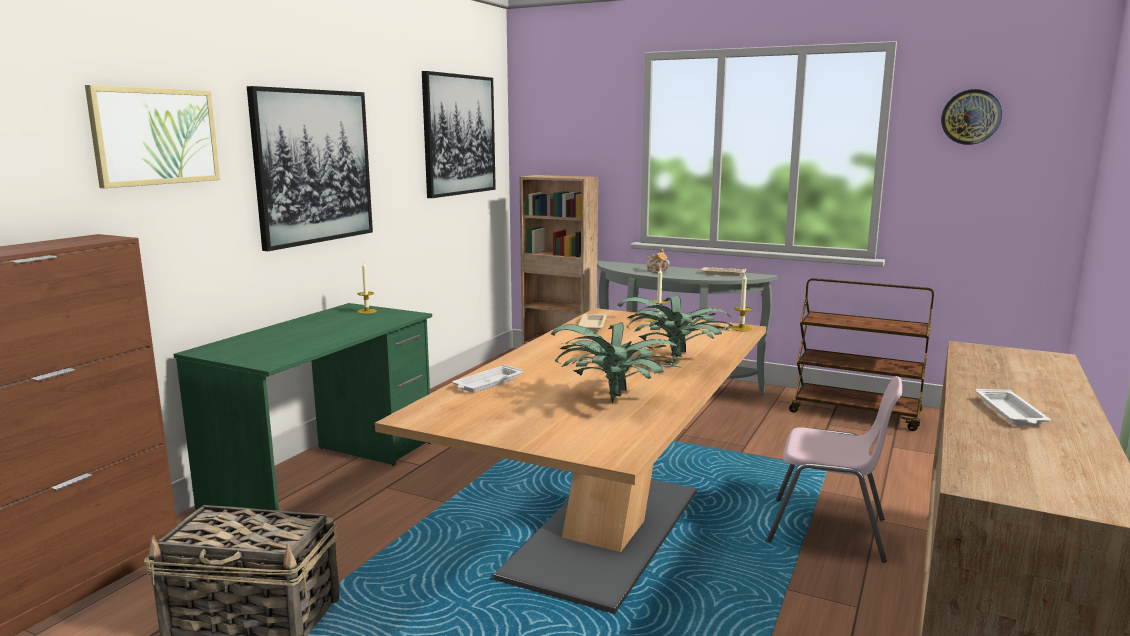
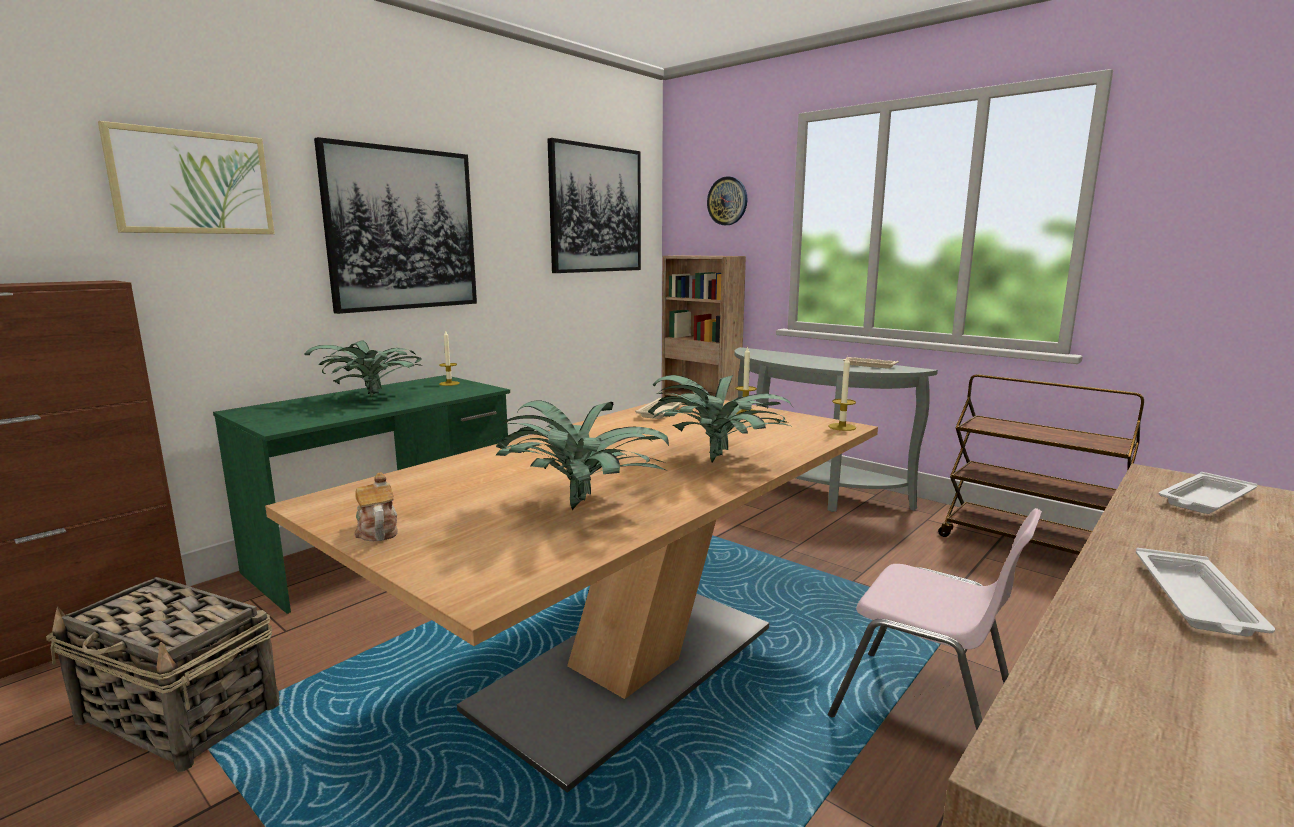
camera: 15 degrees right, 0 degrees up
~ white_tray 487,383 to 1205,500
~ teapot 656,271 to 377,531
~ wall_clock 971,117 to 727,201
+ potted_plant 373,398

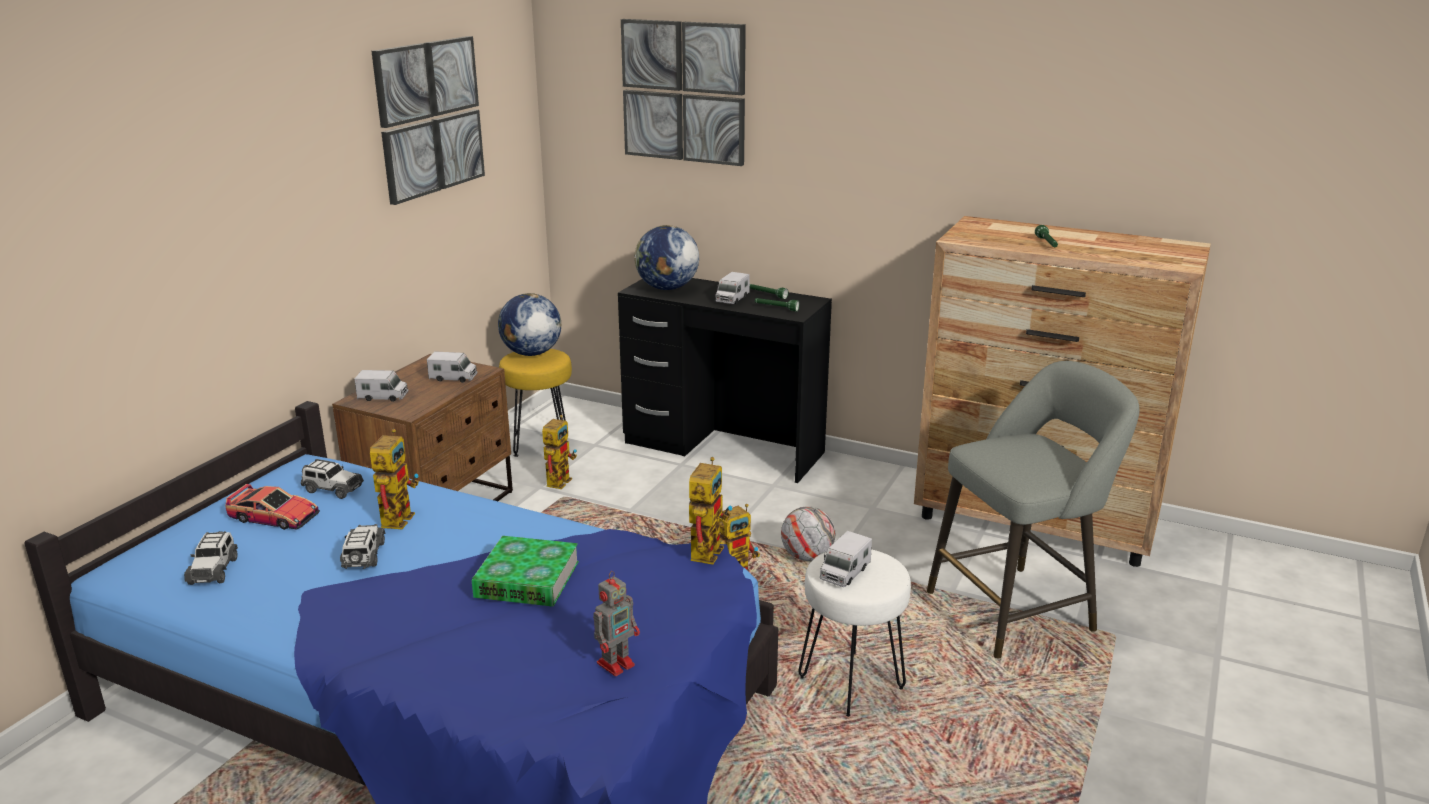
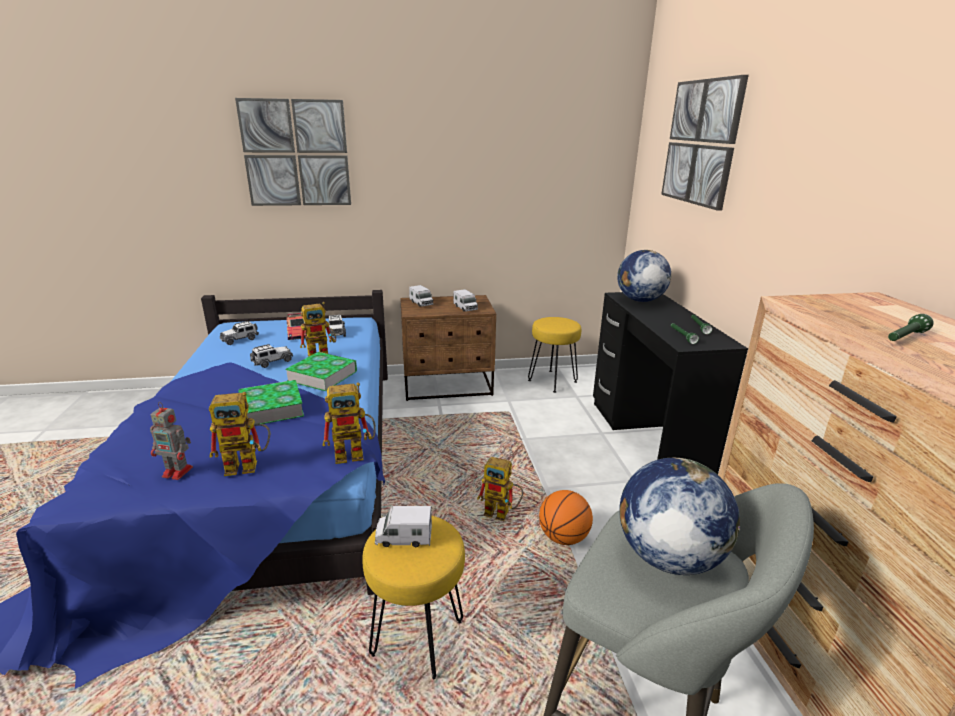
camera: 55 degrees right, 0 degrees up
~ picture 429,117 to 296,153
~ globe 531,353 to 667,556
~ toy_robot 559,479 to 249,465
- toy_truck 732,299
~ football 807,556 to basketball 563,537
~ white_stool 852,684 to yellow_stool 418,640
+ book 322,376

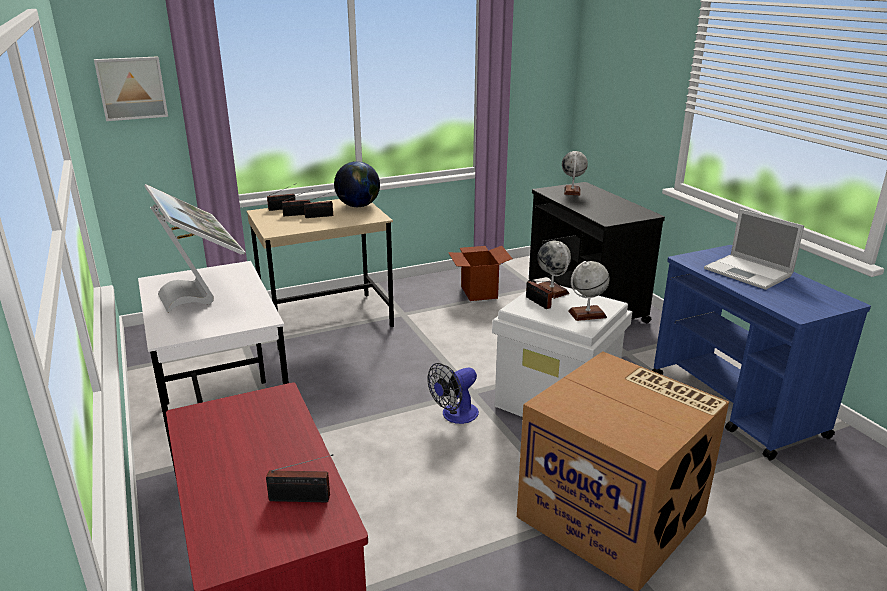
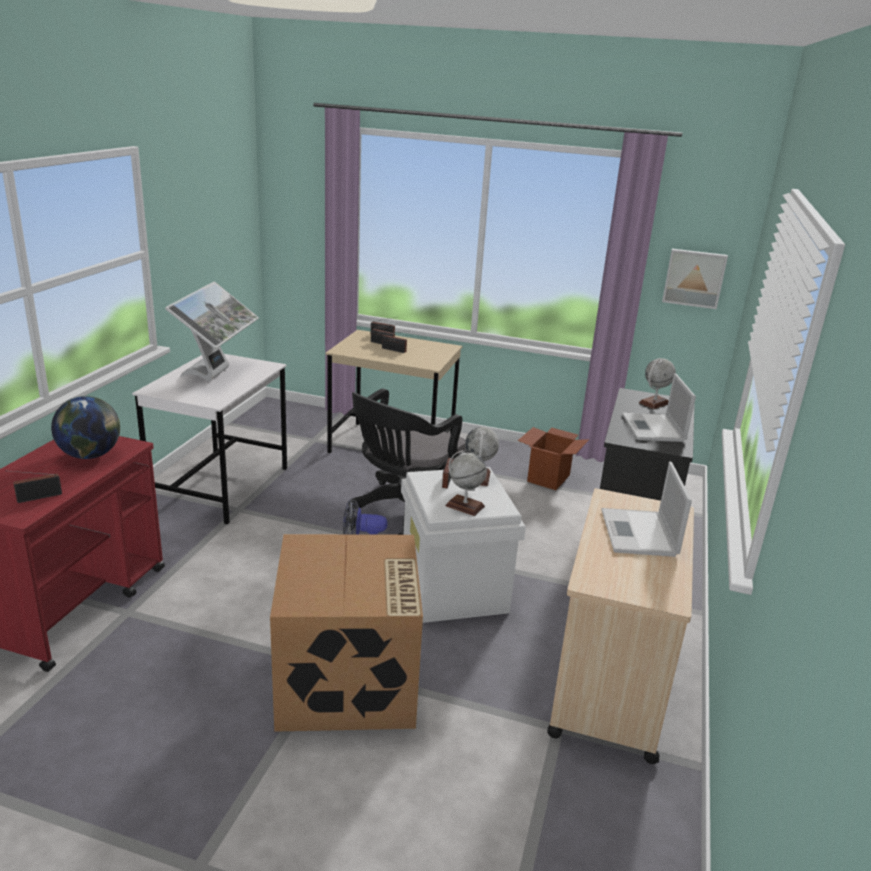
camera: 40 degrees right, 0 degrees up
~ picture 132,88 to 694,278
~ radio 303,499 = 36,497 105 degrees clockwise
~ globe 358,206 to 90,455
~ blue_cart 736,406 to beige_cart 610,683
+ black_office_chair 404,512
+ laptop 653,428

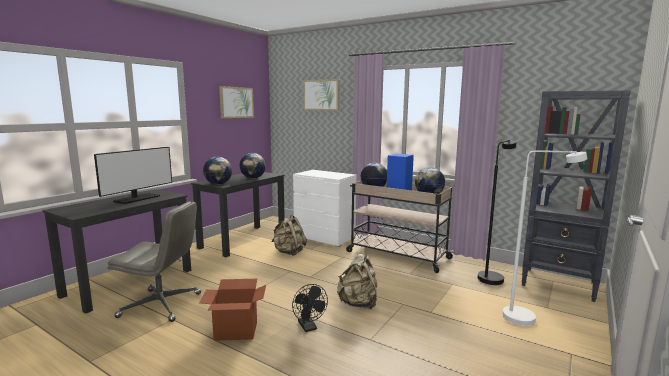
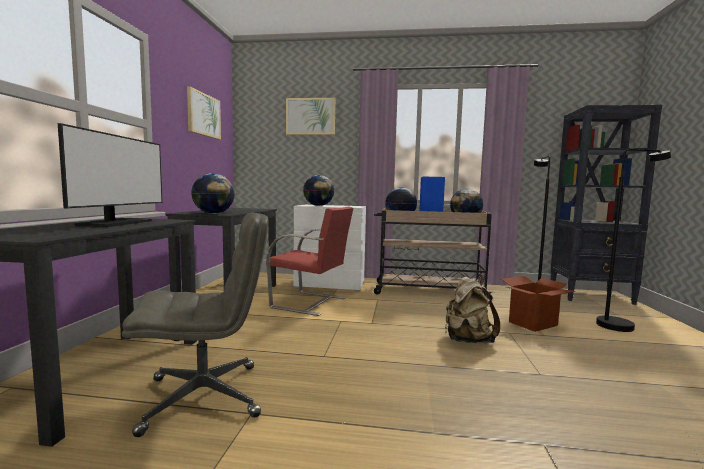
camera: 25 degrees left, 5 degrees down
~ cardboard_box 235,331 to 533,324
~ globe 253,178 to 318,206
~ beige_backpack 289,252 to red_chair 310,303
- black_fan 309,327
~ white_floor_lamp 527,318 to black_floor_lamp 621,325

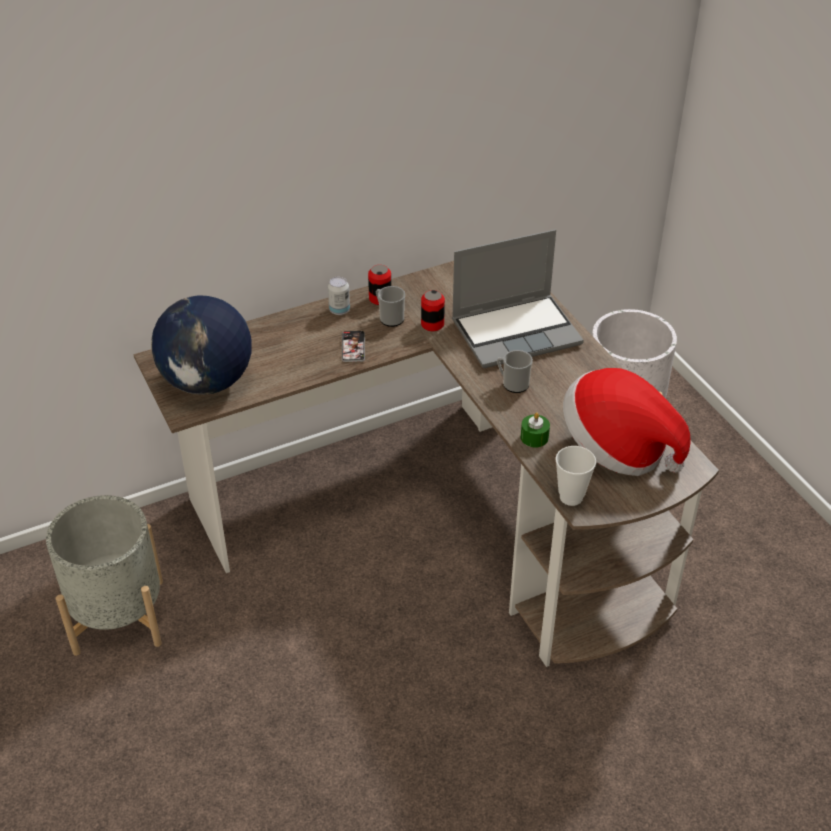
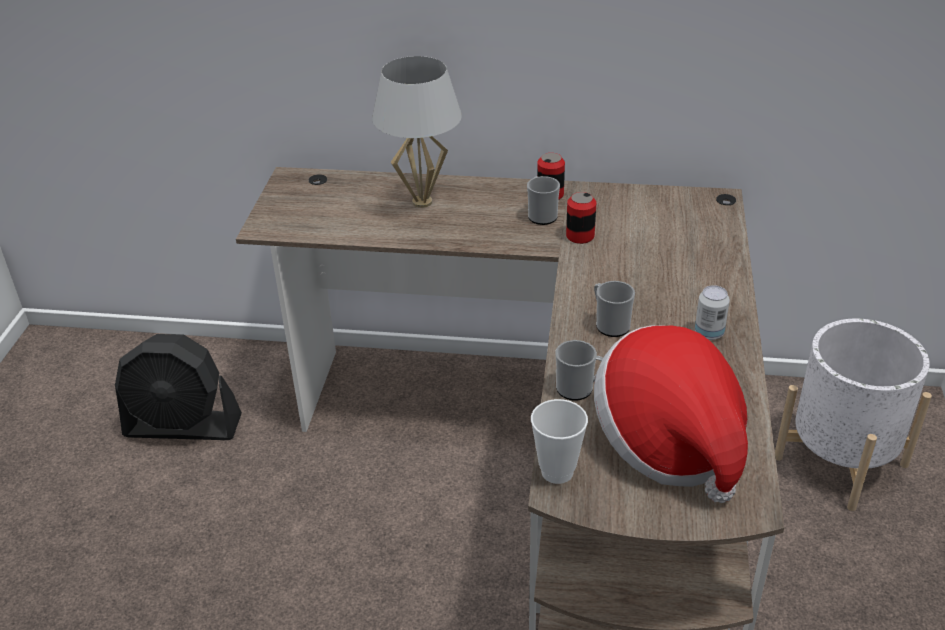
camera: 35 degrees right, 5 degrees down
~ grey_planter 119,616 to black_fan 183,426
- globe 208,382
~ can 339,310 to 709,333
- phone 353,347
- laptop 517,331
~ green_candle 534,437 to mug 579,389
+ white_table_lamp 422,202

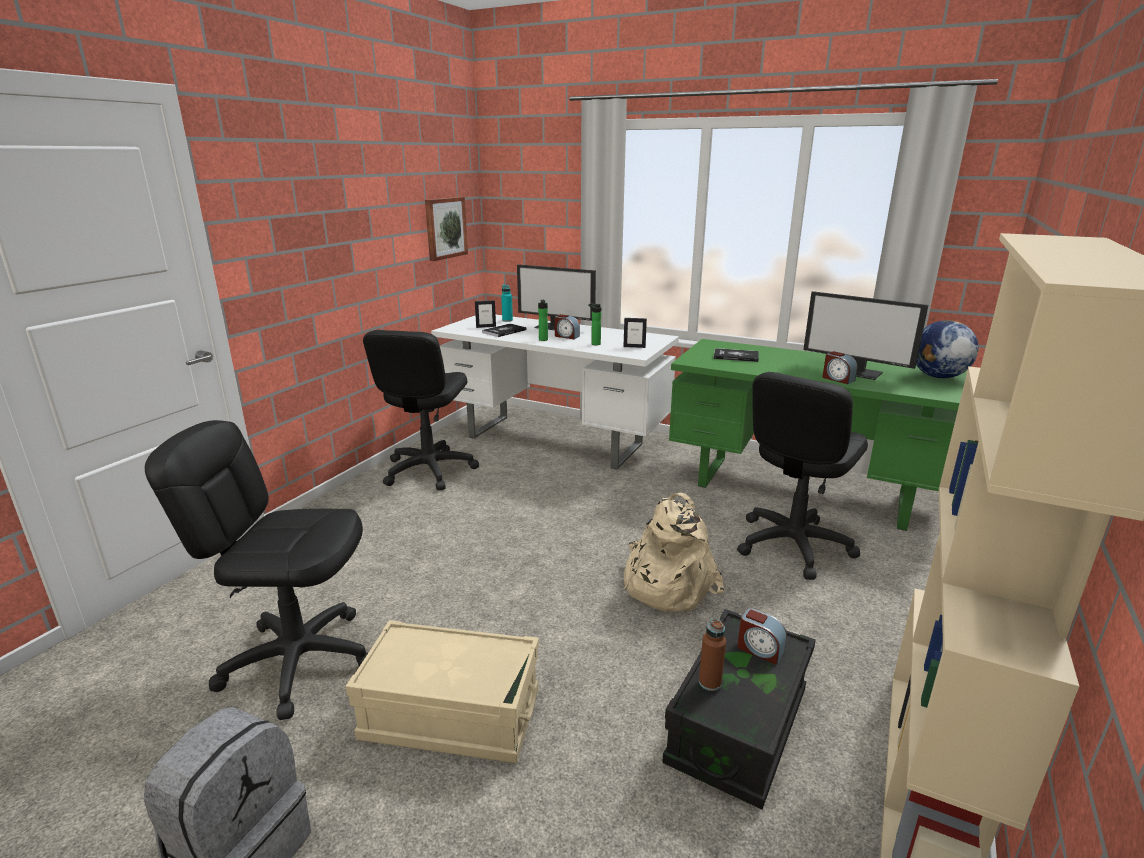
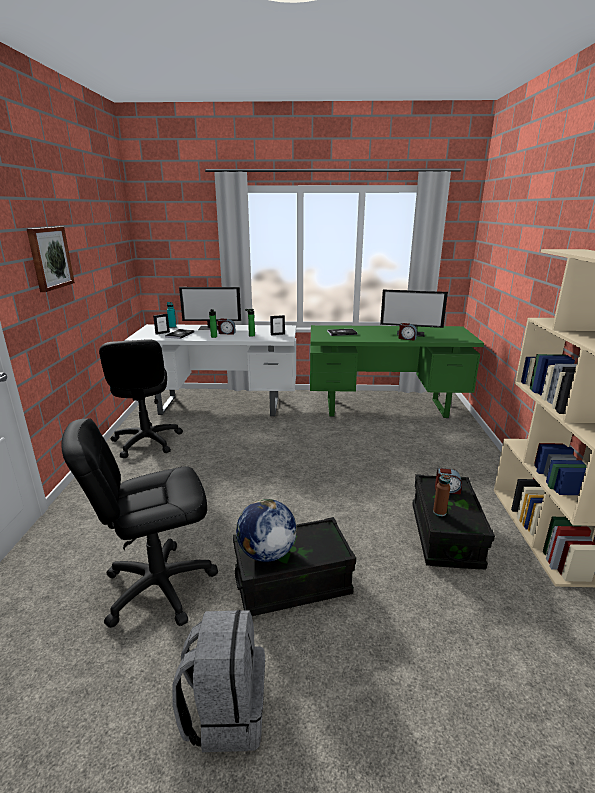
camera: 25 degrees left, 0 degrees up
~ beige_storage_box 451,716 to black_storage_box 292,583
~ picture 445,228 to 49,258
- beige_backpack 665,584
- black_office_chair 792,545
~ globe 937,376 to 266,553

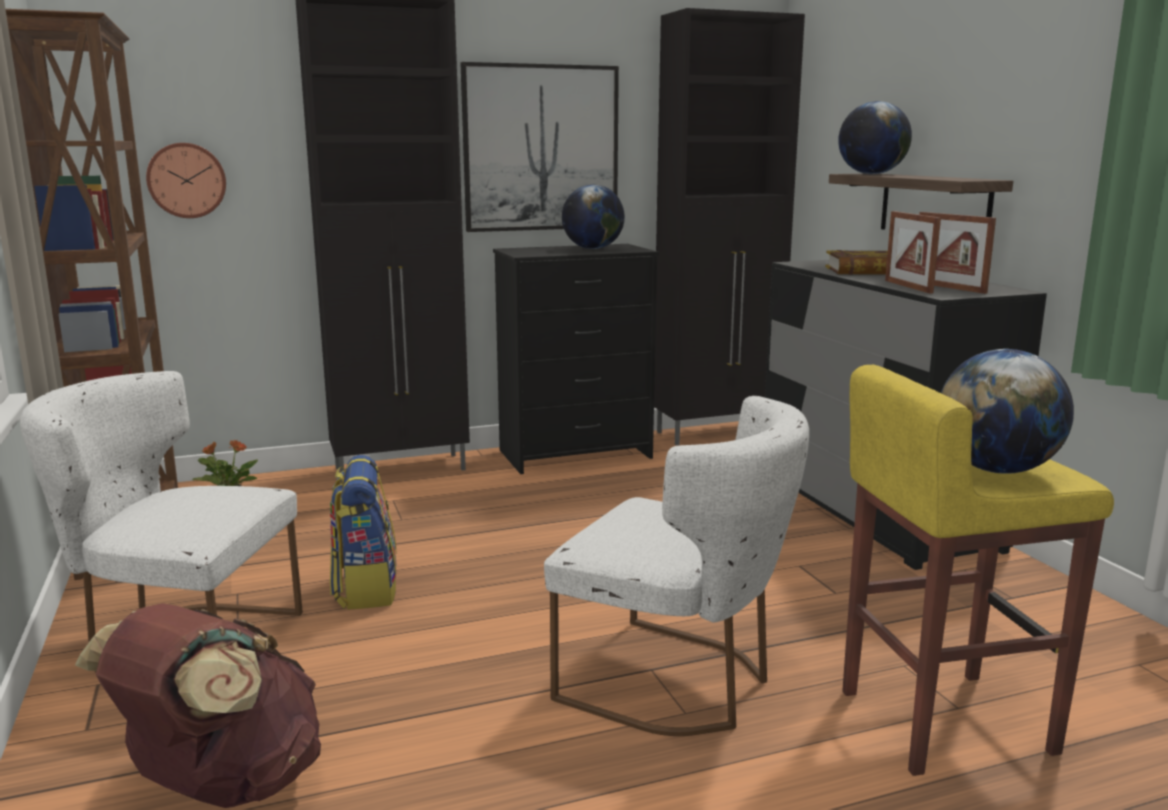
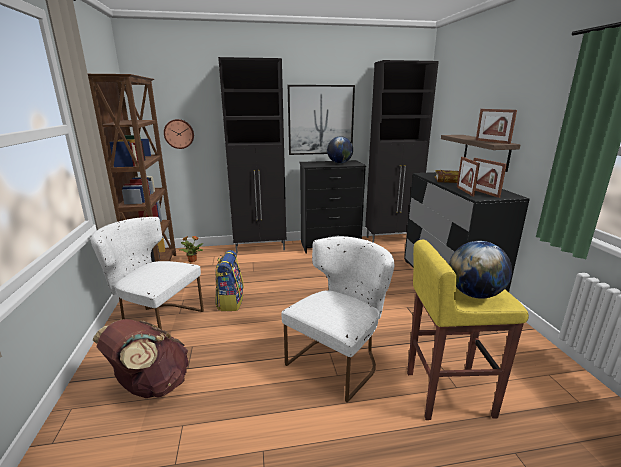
camera: 10 degrees right, 5 degrees up
~ white_chair 678,683 = 338,360 90 degrees counterclockwise
- globe 871,174
+ picture_frame 492,142

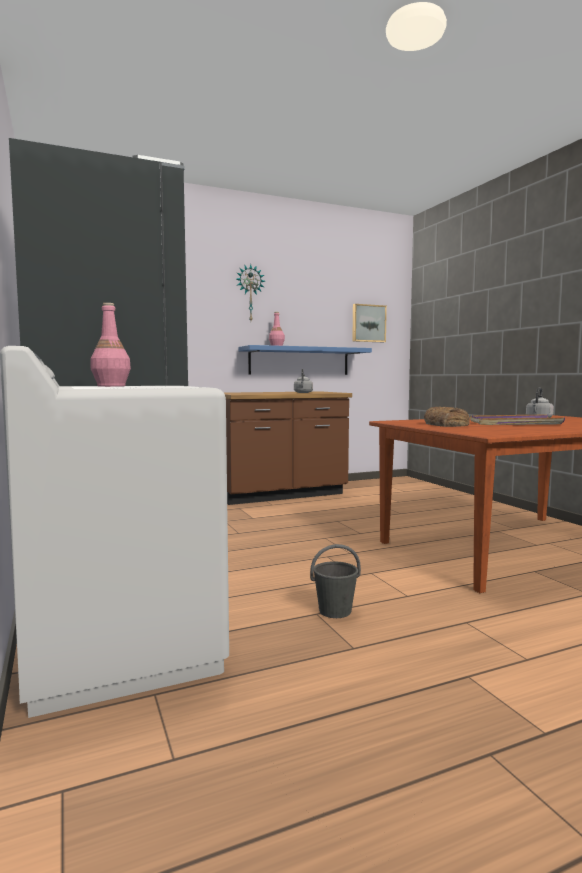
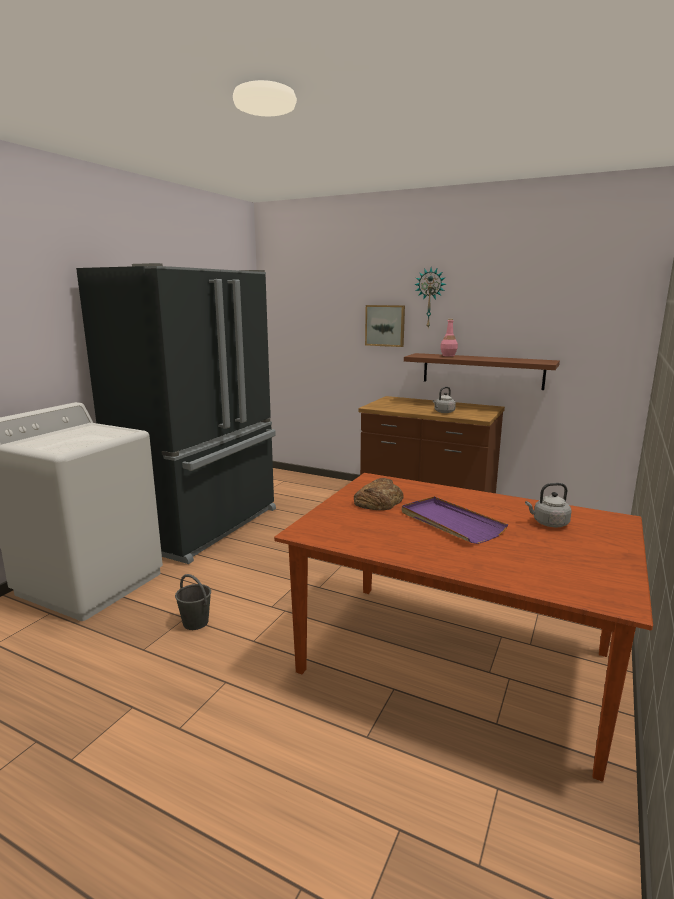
camera: 50 degrees right, 10 degrees up
- pink_bottle 110,386
~ blue_shelf 299,361 to brown_shelf 482,371
~ picture 368,323 to 385,325

